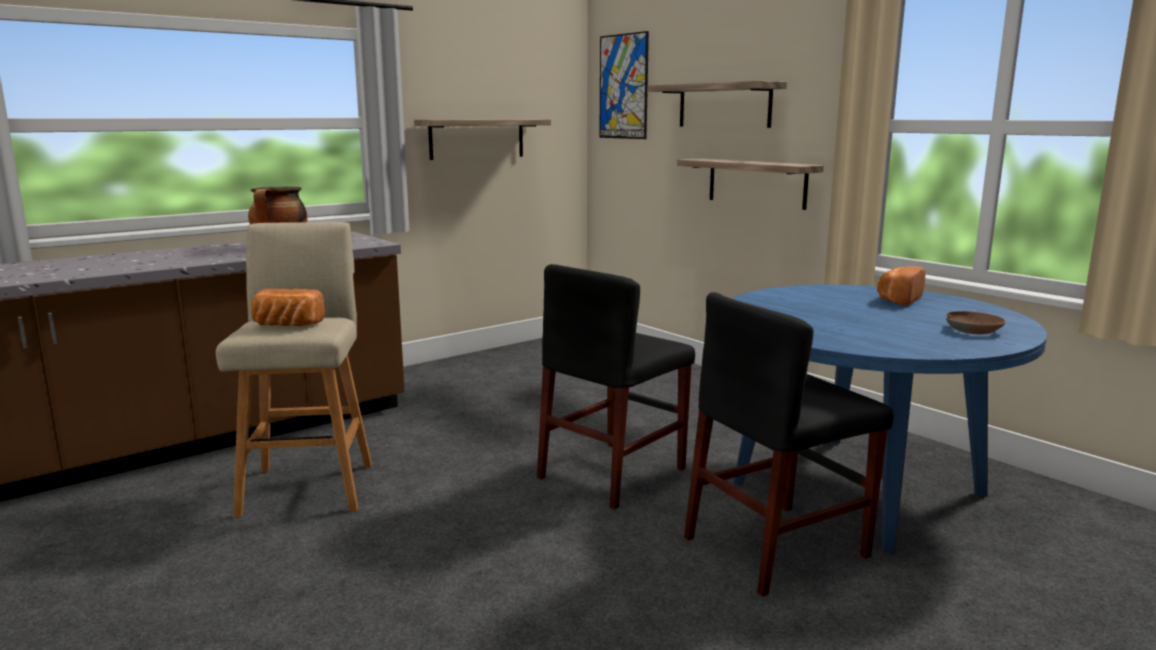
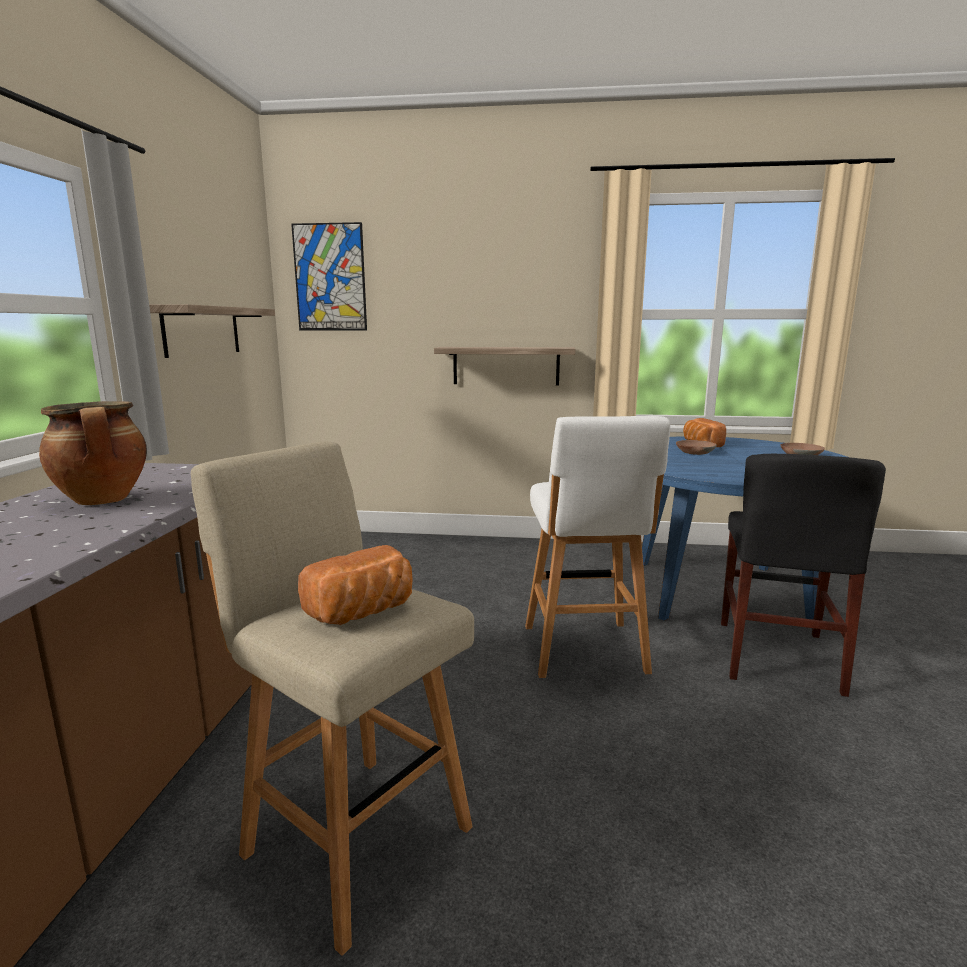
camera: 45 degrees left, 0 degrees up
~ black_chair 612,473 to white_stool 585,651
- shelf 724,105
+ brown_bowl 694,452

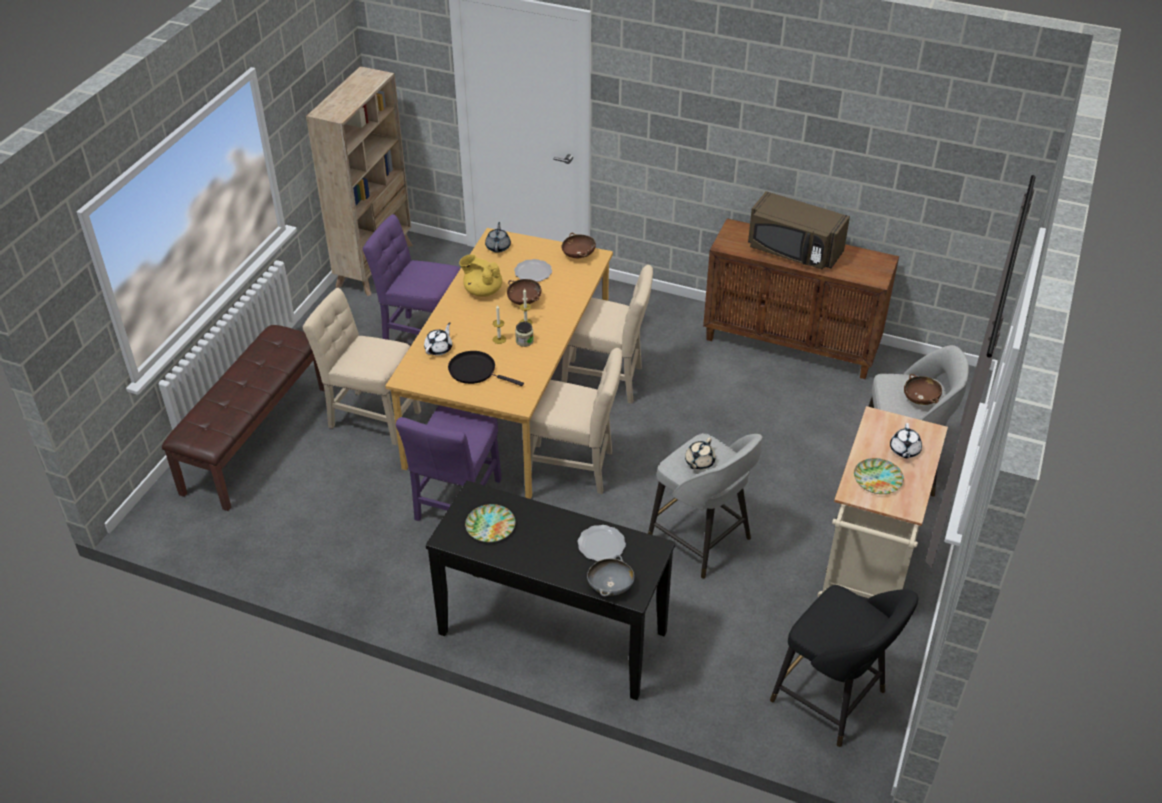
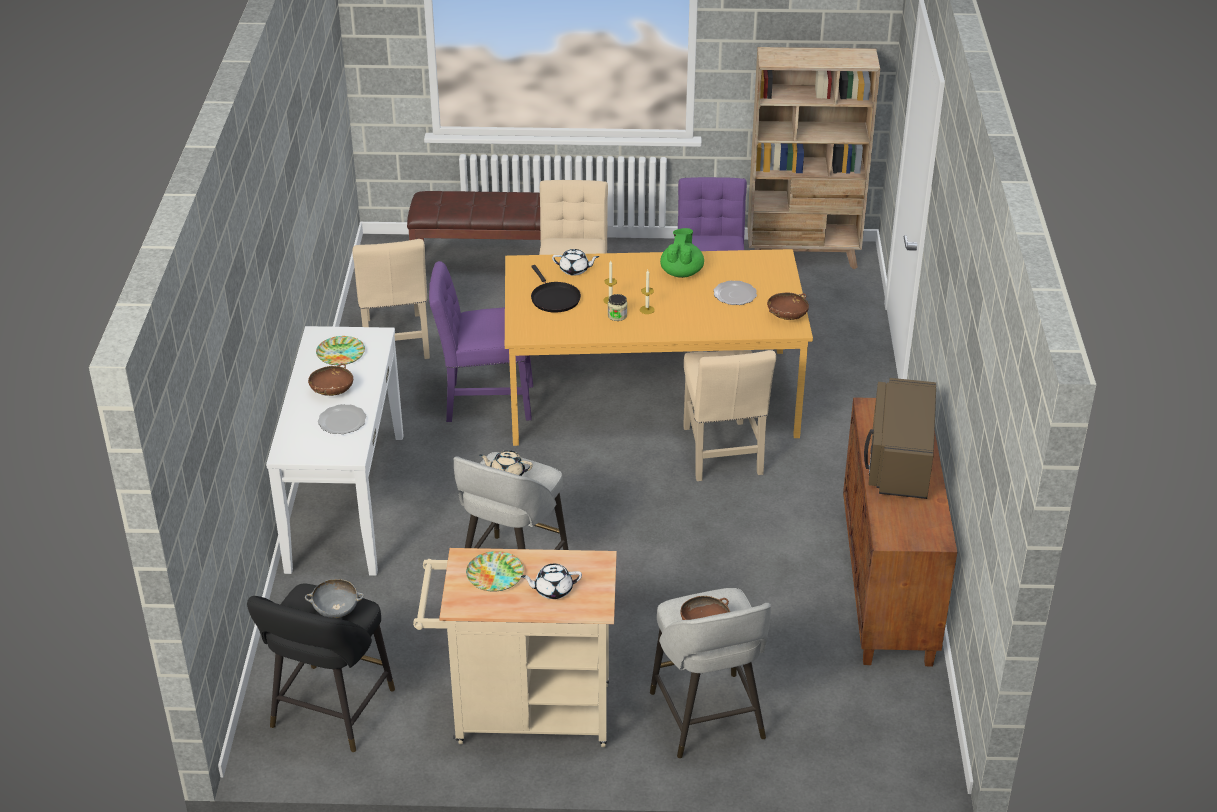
camera: 70 degrees right, 5 degrees down
~ black_console_table 552,633 to white_console_table 345,501
~ black_frying_pan 475,371 = 554,298 150 degrees clockwise
~ yellow_teapot 482,291 to green_teapot 681,272
- grey_teapot 498,247
~ brown_bowl 524,301 to 332,391
~ beige_chair 574,468 to 395,342
~ grey_bowl 610,586 to 336,610

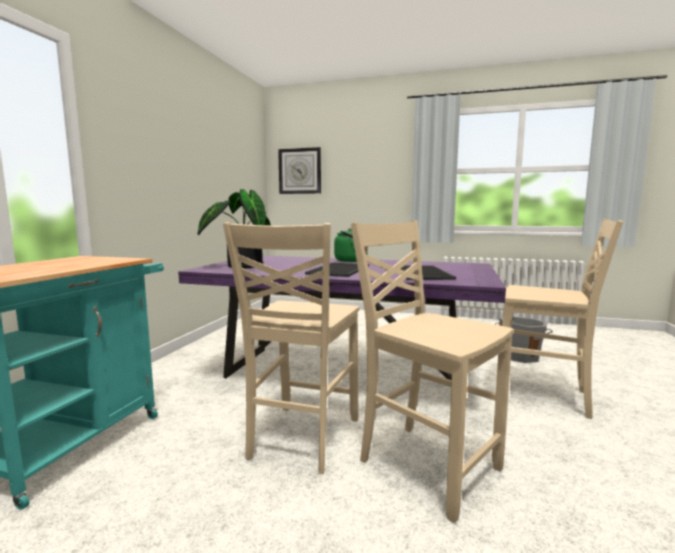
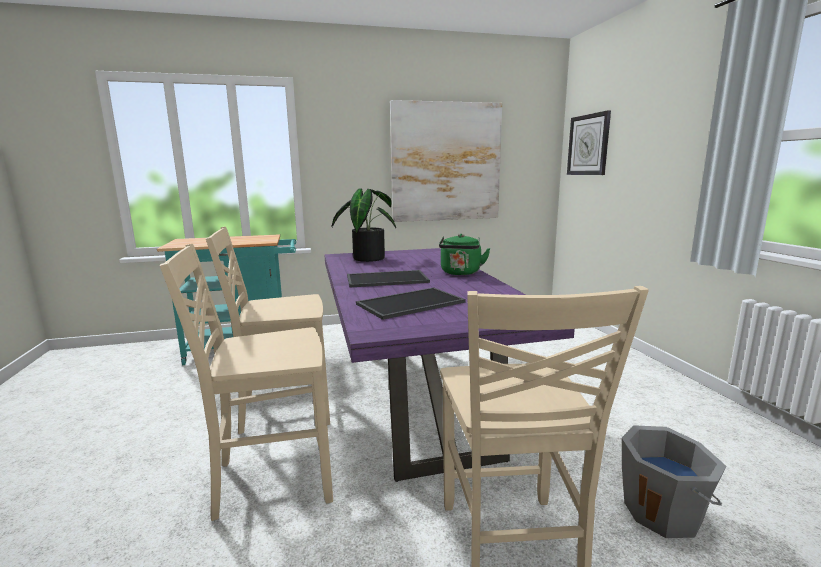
camera: 60 degrees right, 5 degrees up
~ beige_chair 426,464 = 271,479 120 degrees counterclockwise
+ picture 446,162

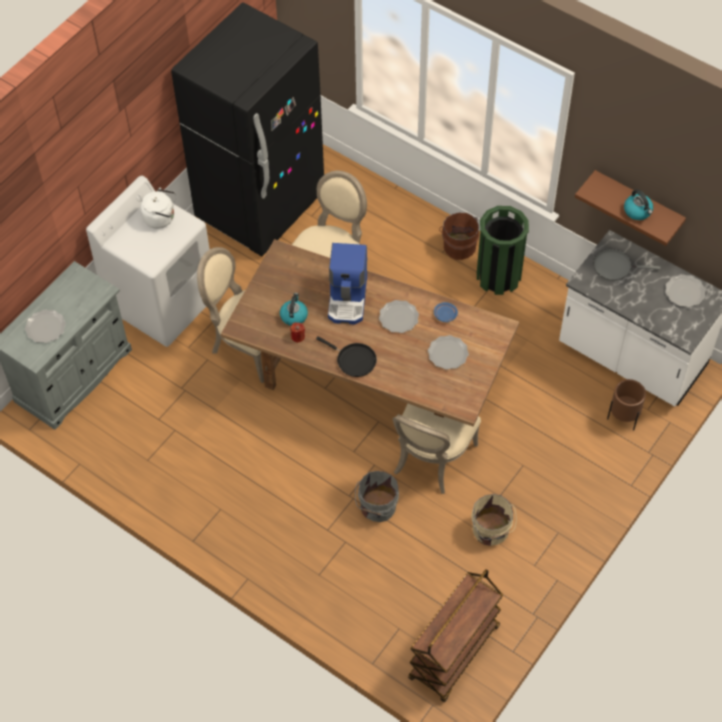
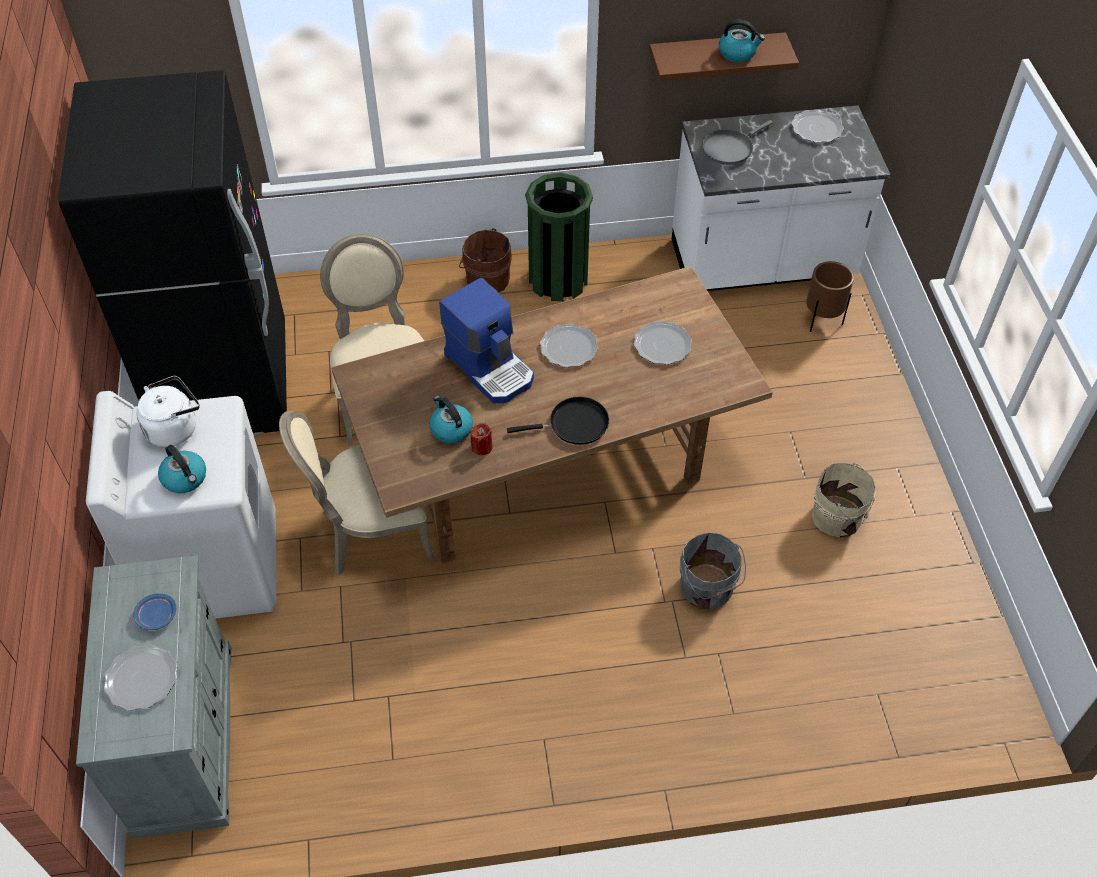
camera: 45 degrees left, 5 degrees down
- beige_chair 431,460
- brown_cart 454,653
~ blue_plate 445,314 to 156,616
+ kettle 185,478

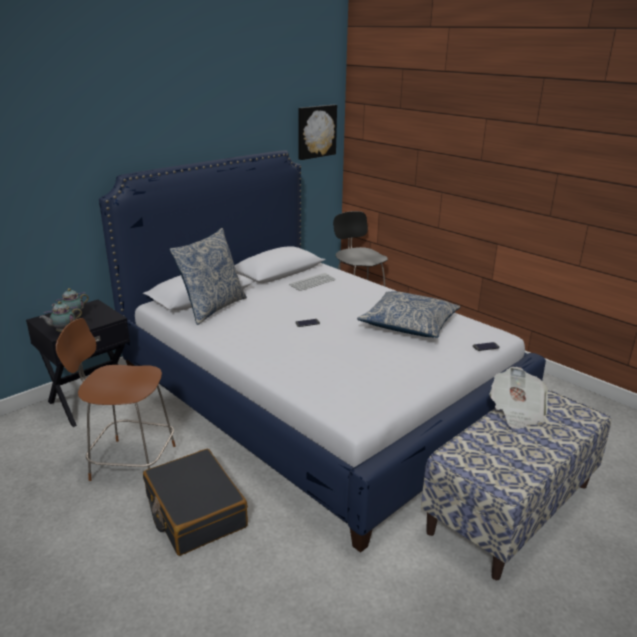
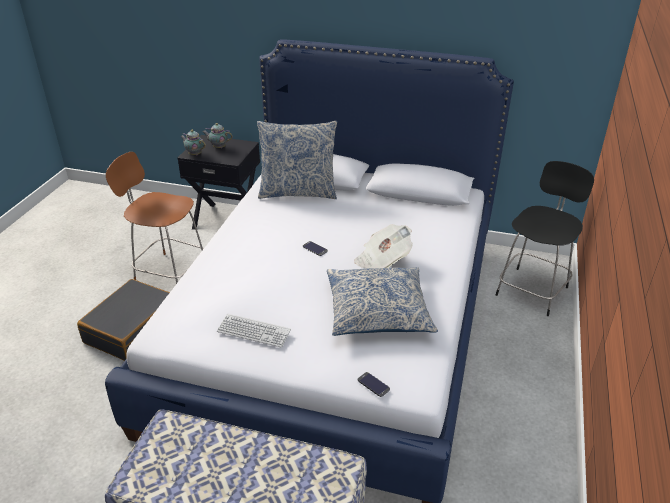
camera: 60 degrees right, 10 degrees up
~ brown_chair 130,462 = 169,273 45 degrees counterclockwise
~ keyboard 312,283 to 254,331
- picture 316,131
~ newspaper 516,412 to 382,260

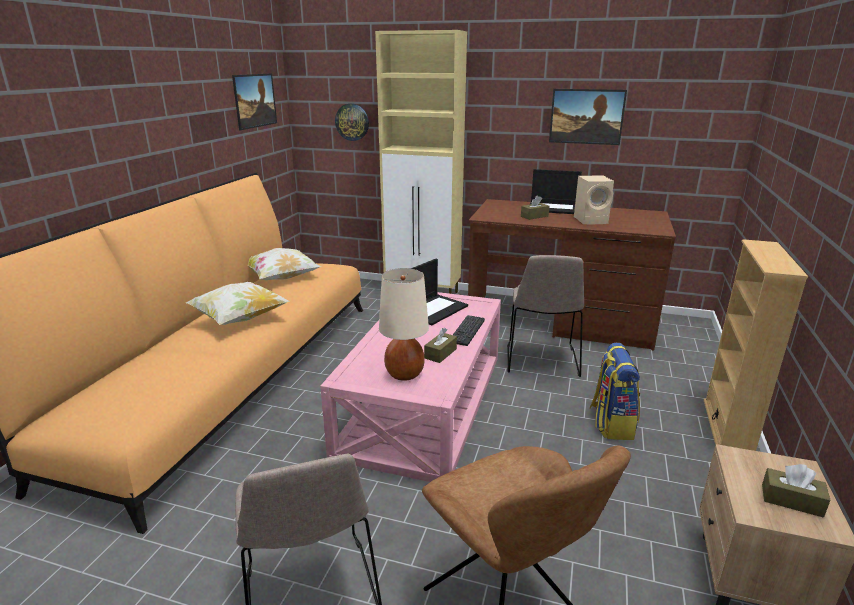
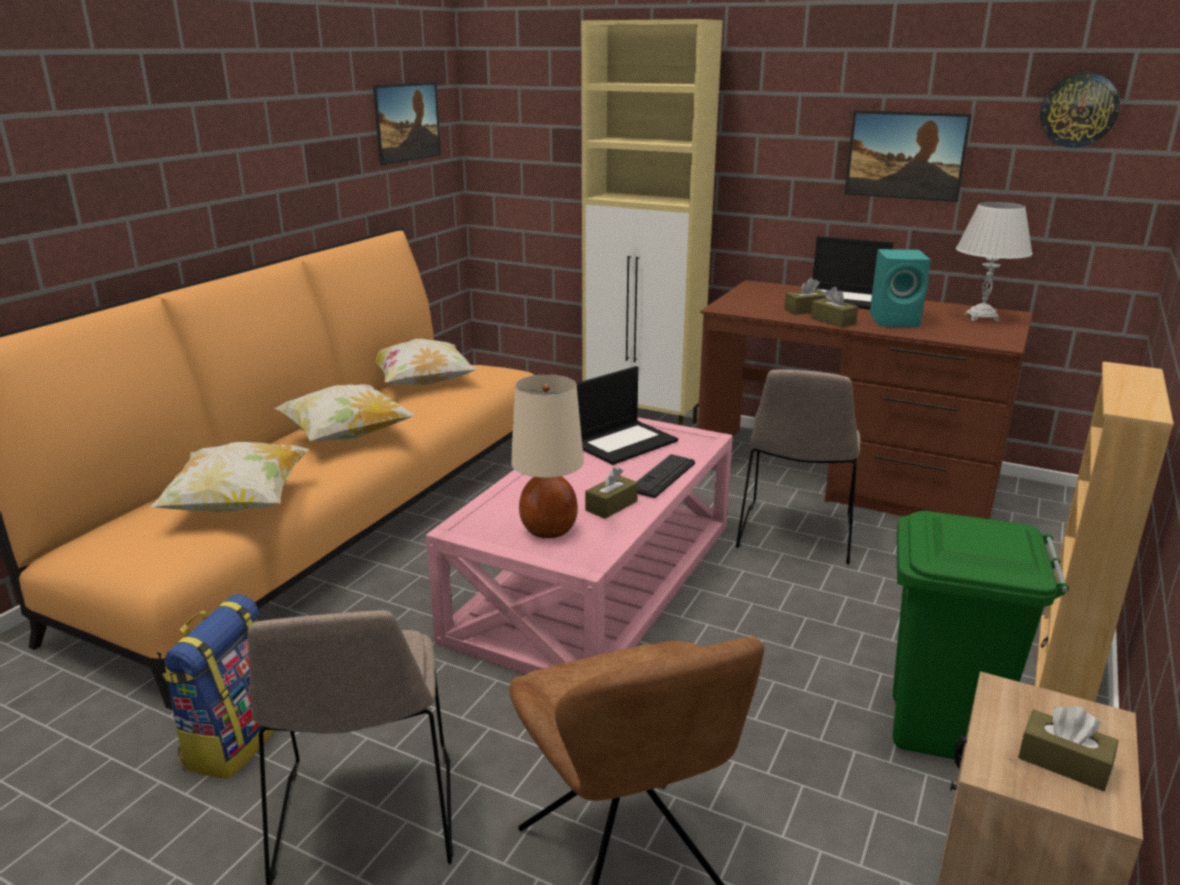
camera: 10 degrees right, 0 degrees up
~ wall_clock 352,122 to 1079,110
~ beige_speaker 592,220 to turquoise_speaker 896,321
~ backpack 611,423 to 233,740
+ pillow 238,504
+ brown_tissue_box 833,321
+ green_trash_can 942,731
+ white_table_lamp 981,317

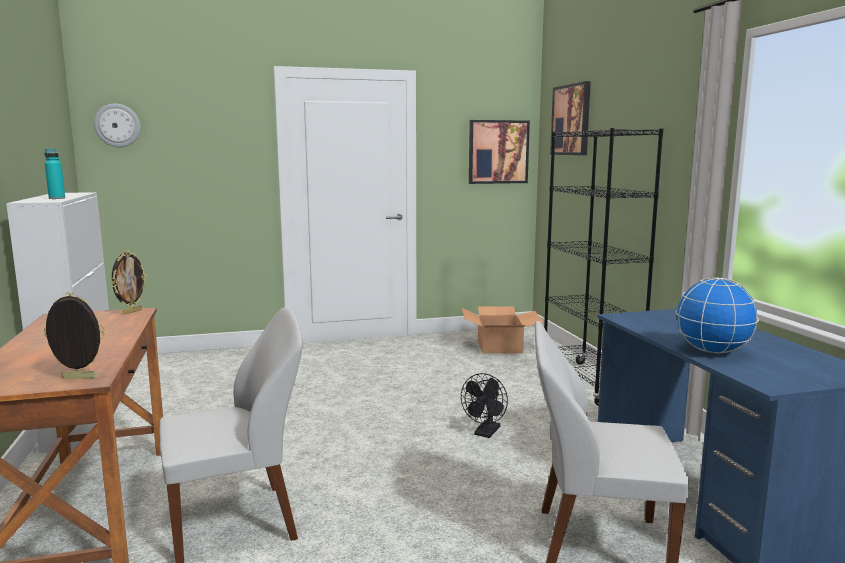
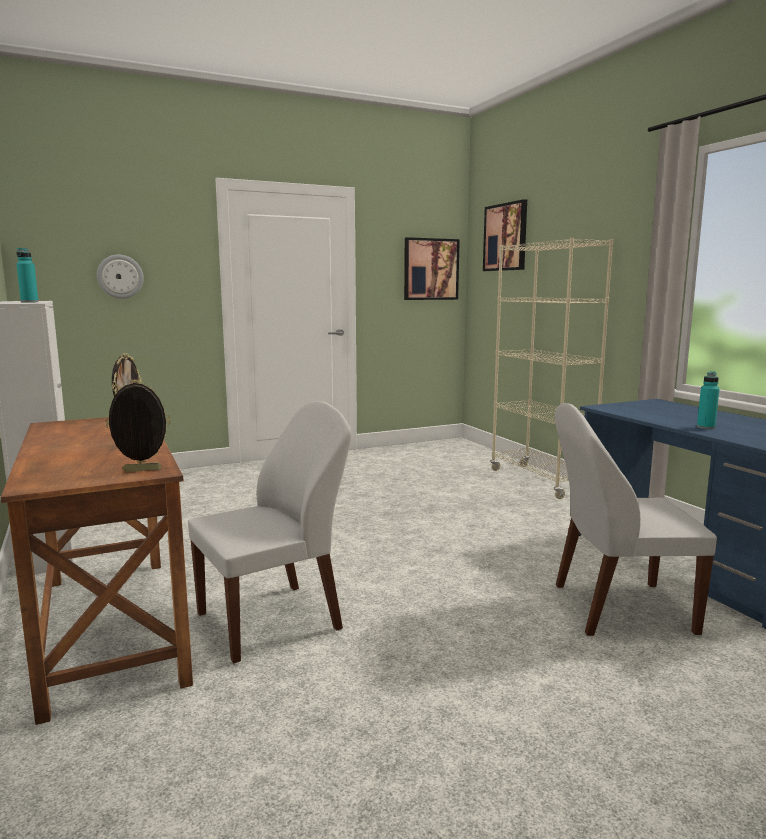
camera: 10 degrees left, 0 degrees up
~ wall_clock 117,125 to 120,276
- cardboard_box 500,346
- black_fan 485,433
~ black_bookcase 589,383 to beige_bookcase 540,481
~ globe 713,351 to turquoise_bottle 705,427

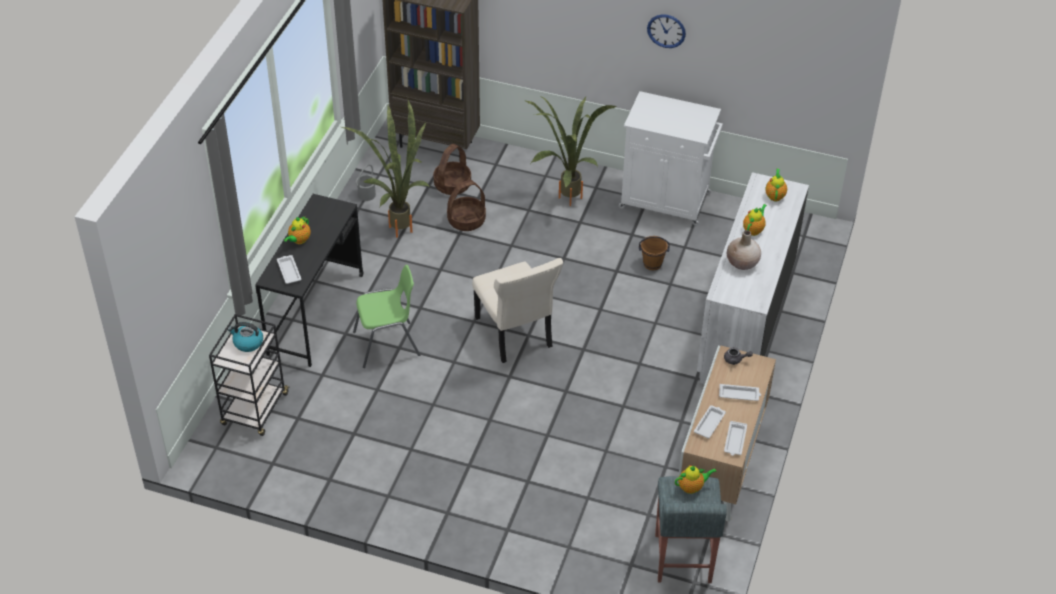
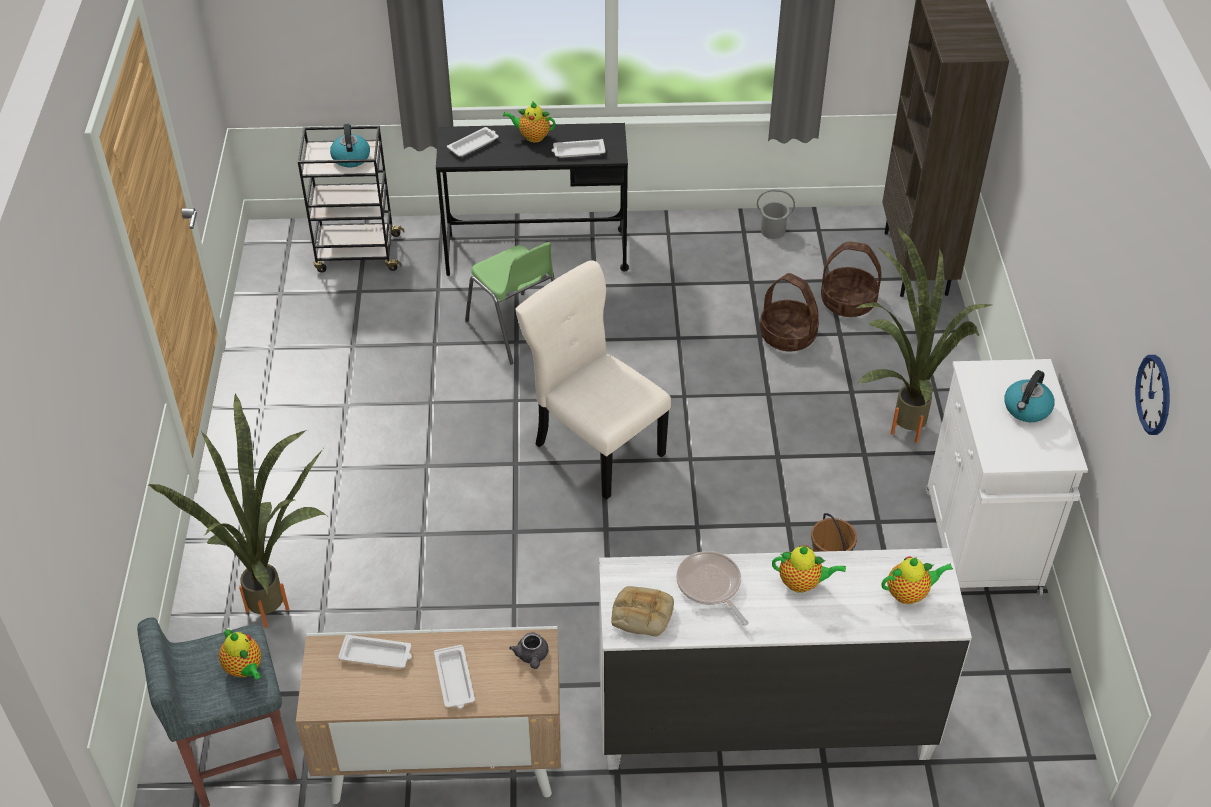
camera: 70 degrees right, 0 degrees up
~ potted_plant 399,224 to 279,605
~ beige_chair 514,335 = 596,446 90 degrees clockwise
~ wall_clock 666,30 to 1153,394
~ white_tray 735,441 to 578,151
~ beige_vase 742,263 to frying_pan 710,586
+ bread 641,615
+ kettle 1026,409

